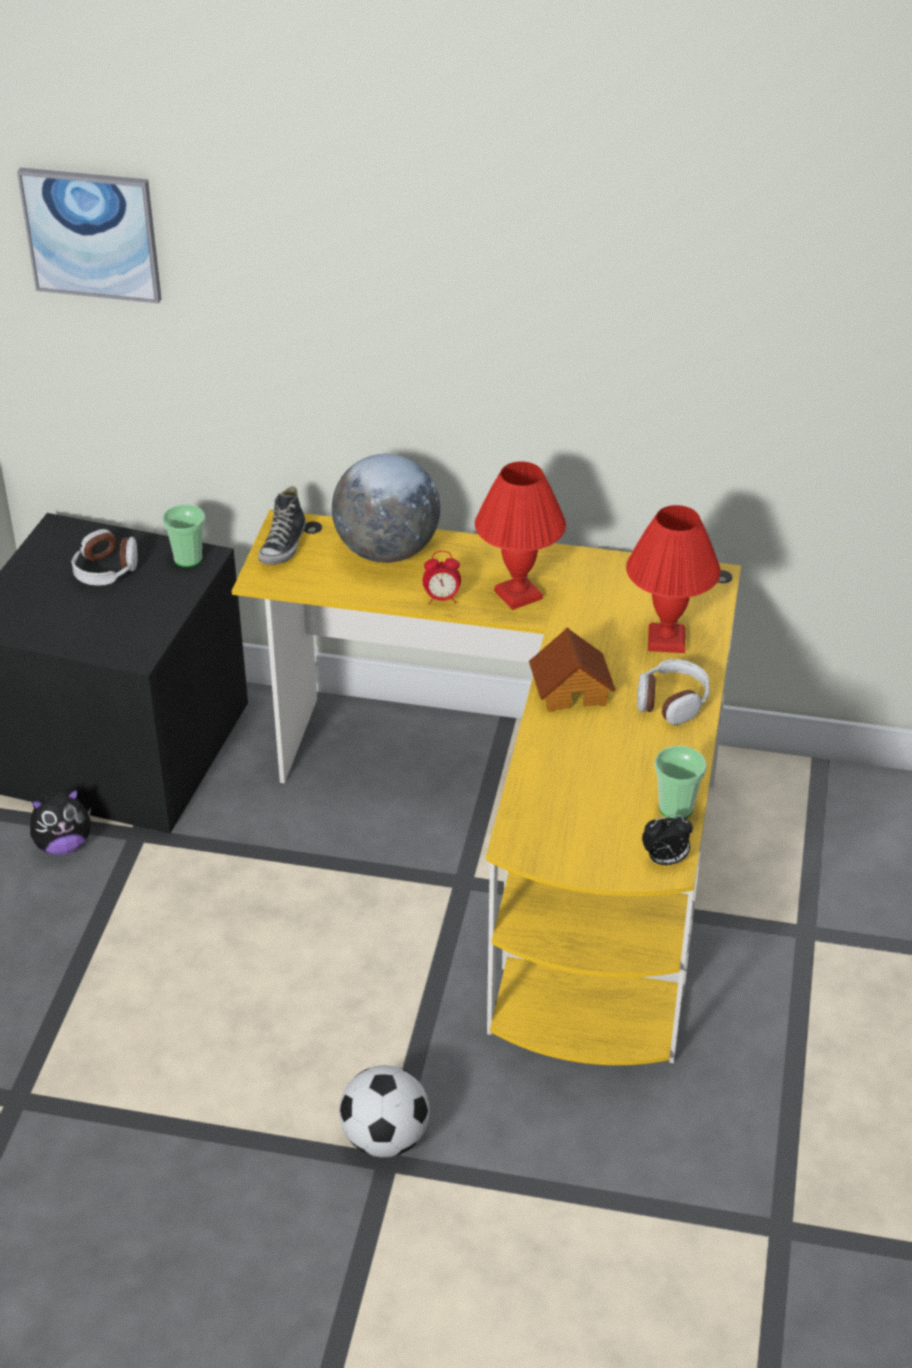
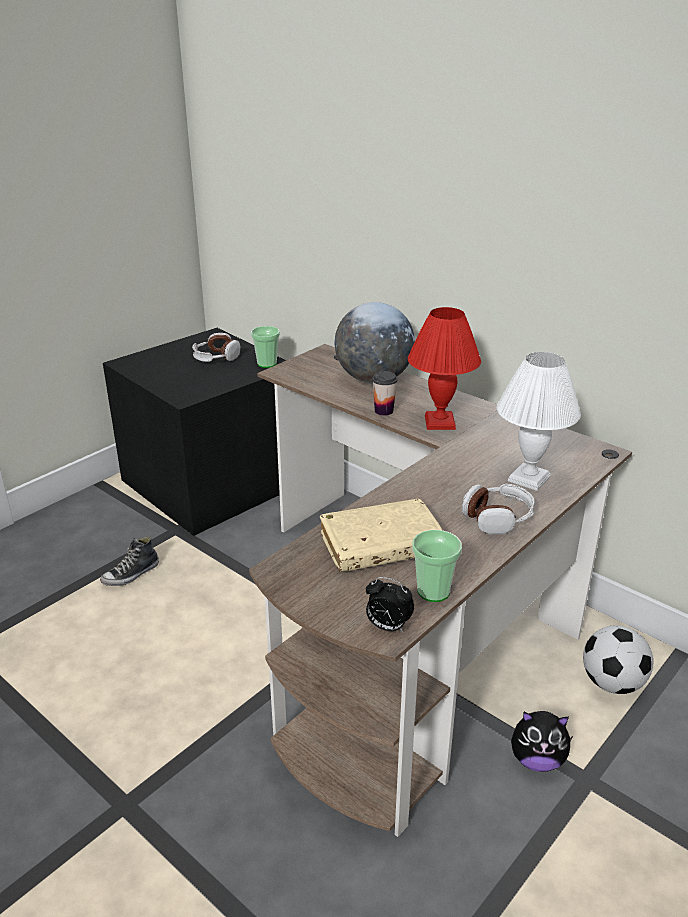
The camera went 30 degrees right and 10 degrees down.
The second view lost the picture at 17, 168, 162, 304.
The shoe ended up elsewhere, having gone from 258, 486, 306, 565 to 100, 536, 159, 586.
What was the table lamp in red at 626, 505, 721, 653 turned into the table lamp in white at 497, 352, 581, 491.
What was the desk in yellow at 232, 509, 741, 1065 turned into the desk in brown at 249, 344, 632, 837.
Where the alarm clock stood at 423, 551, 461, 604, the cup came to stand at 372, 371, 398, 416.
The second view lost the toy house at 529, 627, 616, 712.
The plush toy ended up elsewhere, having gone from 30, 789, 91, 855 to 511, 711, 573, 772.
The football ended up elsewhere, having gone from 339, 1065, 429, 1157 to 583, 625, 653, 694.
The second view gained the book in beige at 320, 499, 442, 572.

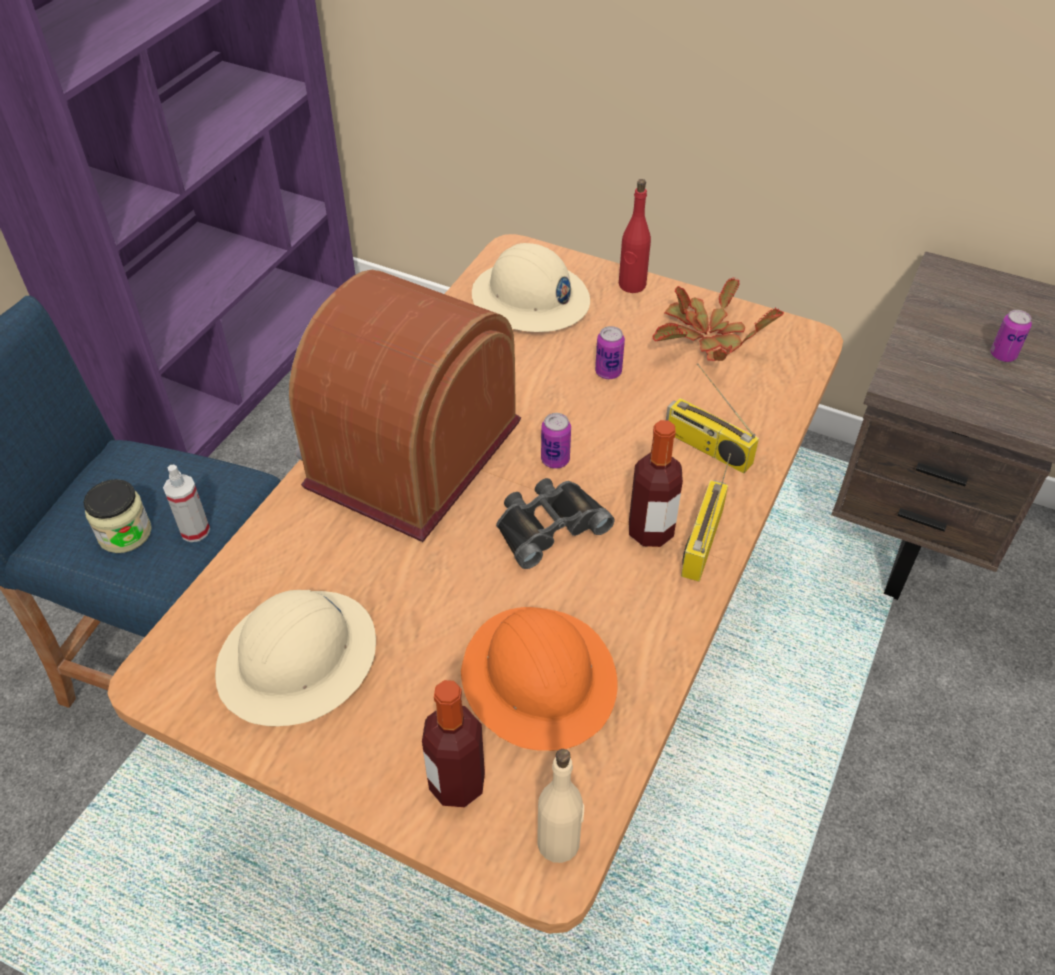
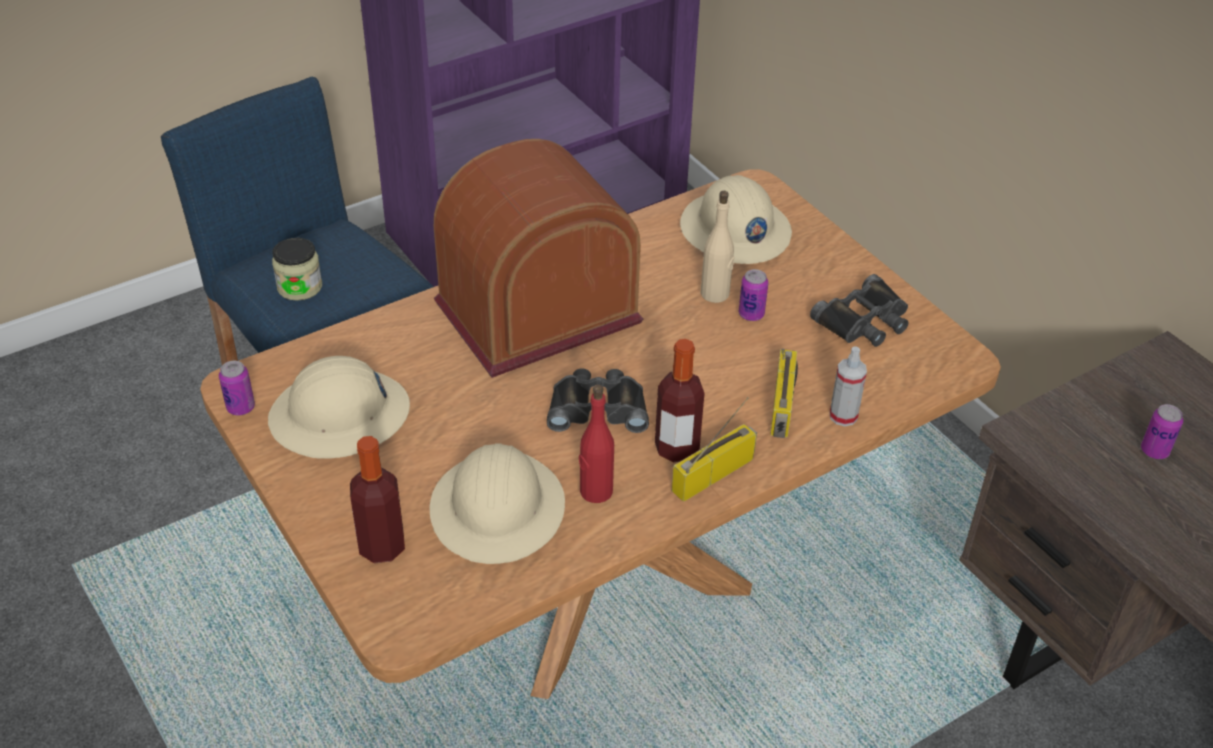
The camera went 30 degrees right and 5 degrees down.
The bottle in red ended up elsewhere, having gone from 619, 179, 651, 293 to 579, 384, 614, 503.
Where the potted plant stood at 653, 277, 784, 361, the binoculars in black came to stand at 810, 274, 908, 347.
The radio at 666, 363, 759, 474 ended up facing another way, 150 degrees counterclockwise from before.
The can ended up elsewhere, having gone from 541, 413, 571, 469 to 219, 361, 255, 415.
The spray bottle ended up elsewhere, having gone from 163, 465, 210, 542 to 830, 346, 867, 426.
What was the hard hat in orange at 461, 607, 618, 751 turned into the hard hat in beige at 429, 443, 565, 564.
The bottle in beige ended up elsewhere, having gone from 537, 749, 584, 863 to 701, 191, 734, 303.

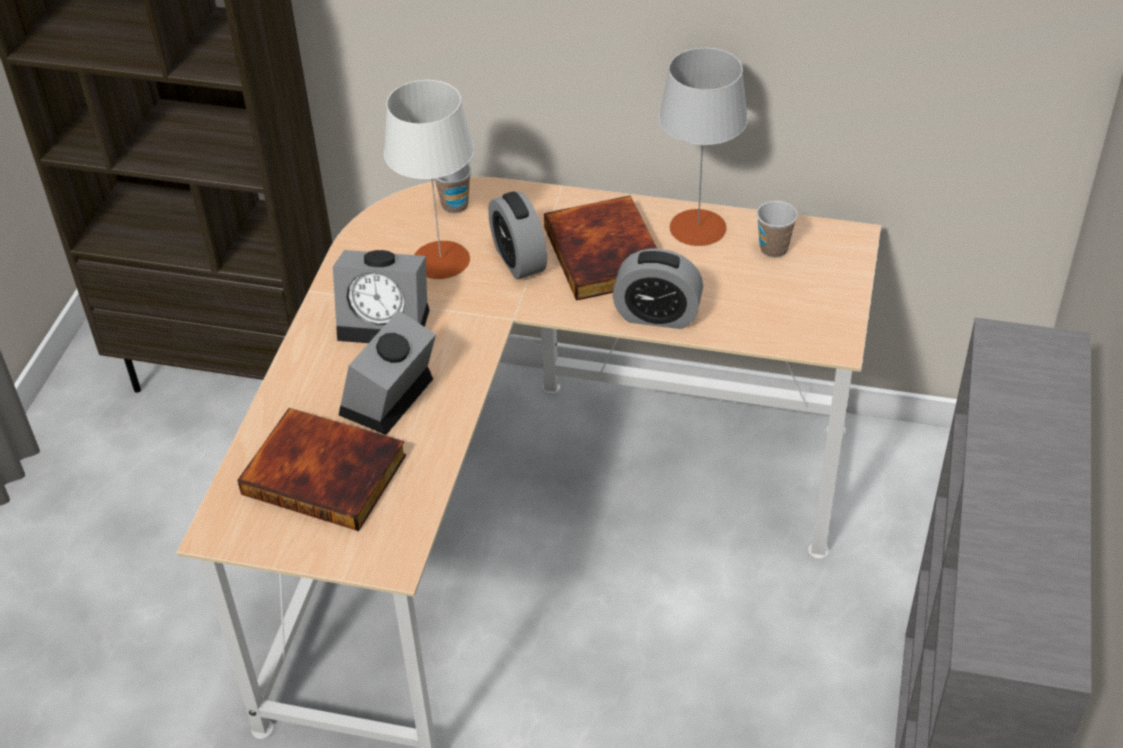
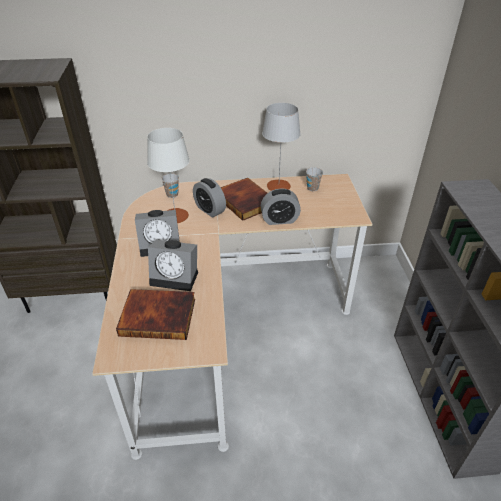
The camera went 20 degrees left and 5 degrees down.
The alarm clock at 339, 310, 436, 435 ended up facing another way, 90 degrees counterclockwise from before.

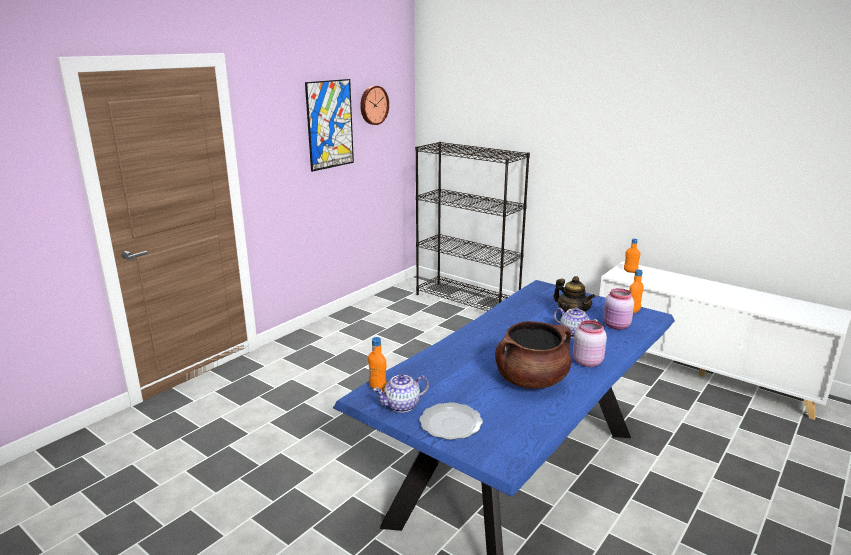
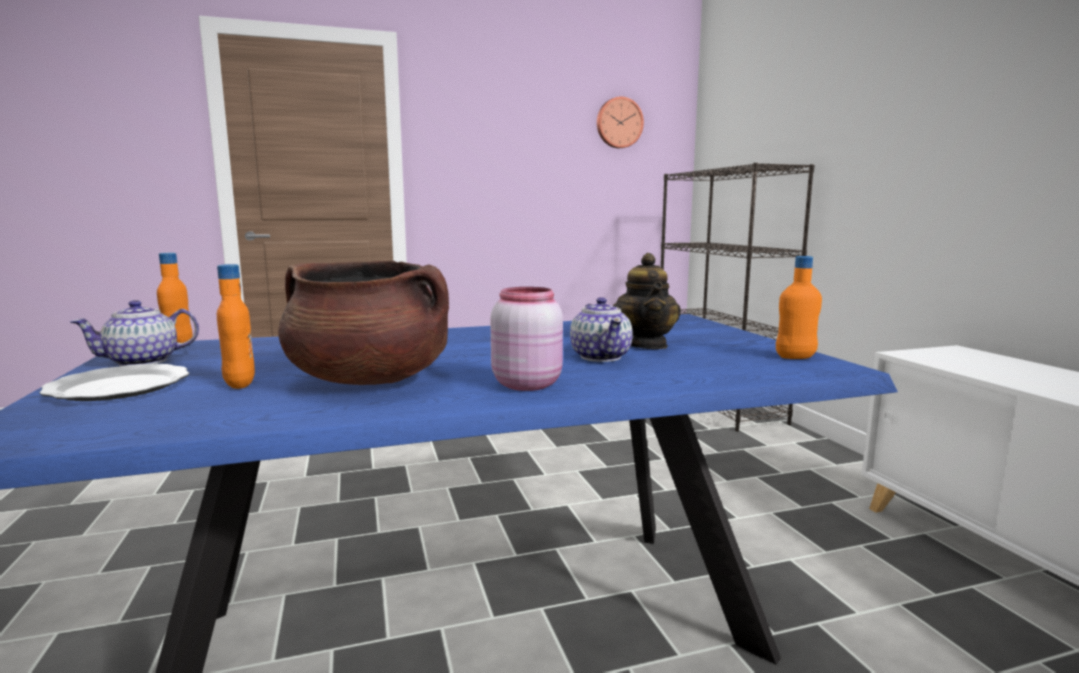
The camera went 35 degrees right and 10 degrees down.
The second view lost the picture at 305, 79, 354, 172.
The bottle in orange ended up elsewhere, having gone from 624, 239, 640, 273 to 217, 264, 255, 389.
The second view lost the jar in pink at 603, 288, 634, 330.
The teapot at 373, 374, 429, 413 ended up facing another way, 45 degrees counterclockwise from before.

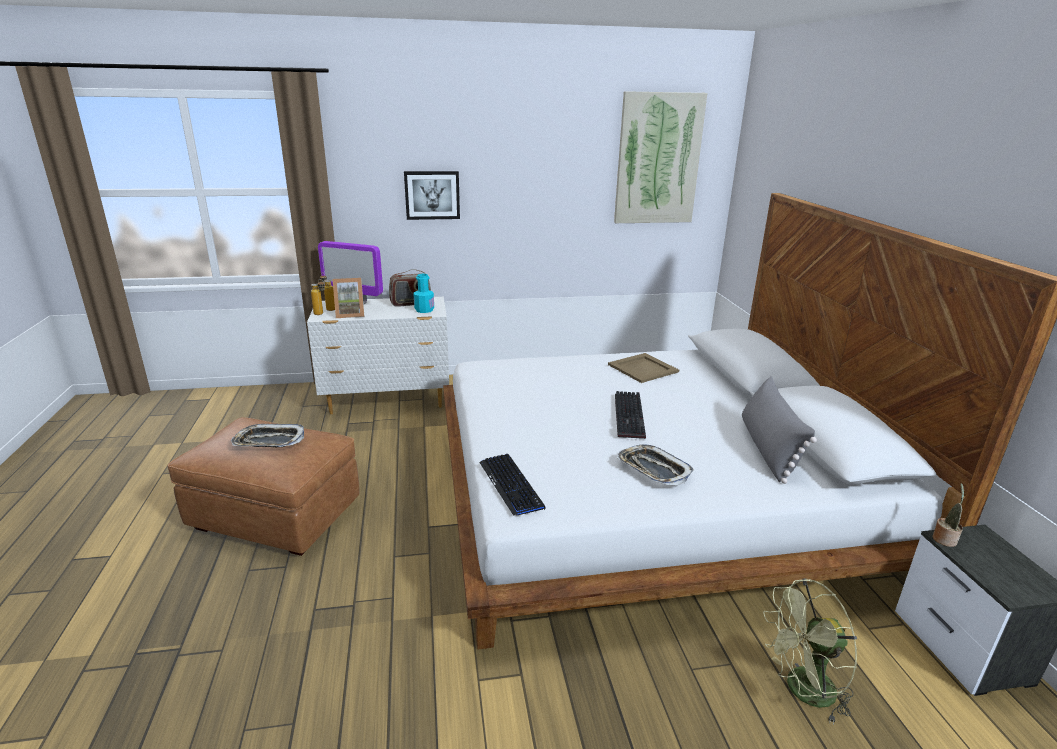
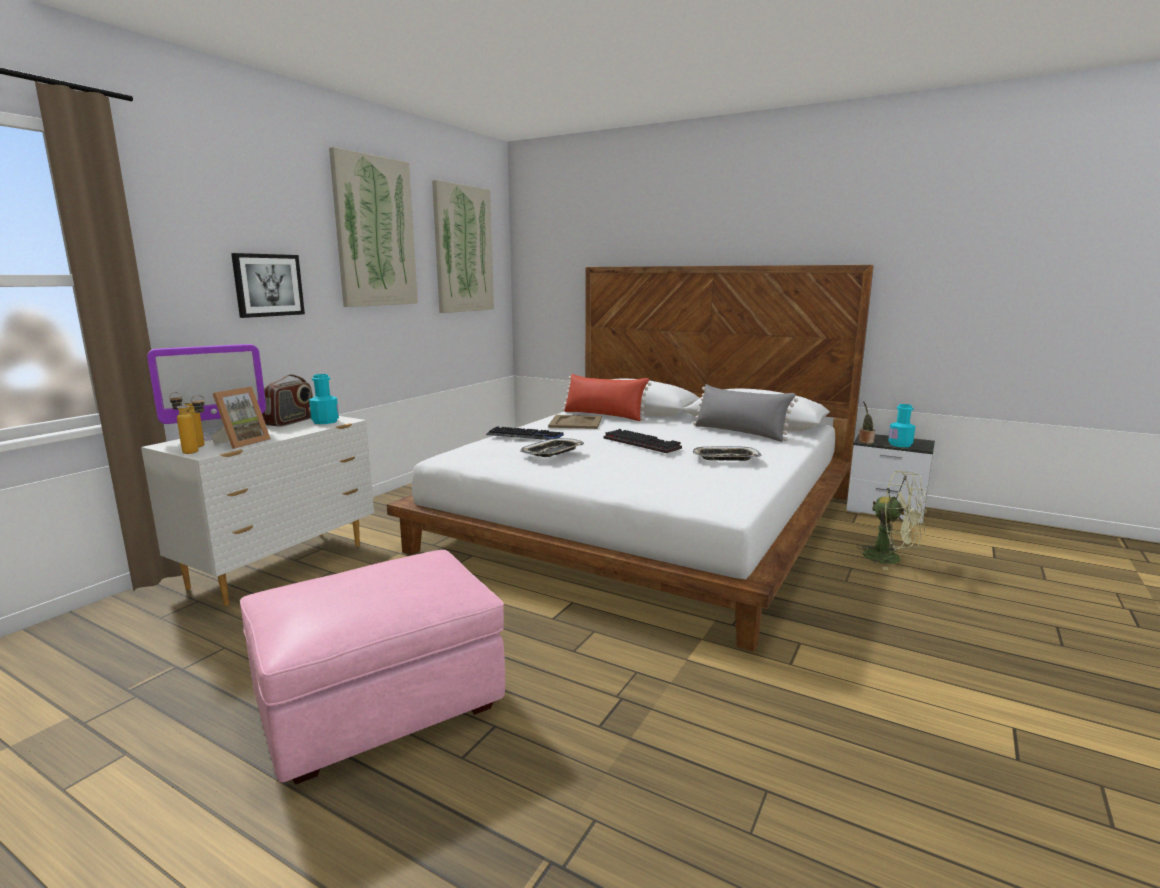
The camera went 50 degrees left and 10 degrees down.
What was the ottoman in brown at 168, 417, 359, 556 turned into the ottoman in pink at 240, 550, 505, 785.
The tray ended up elsewhere, having gone from 231, 424, 304, 447 to 520, 438, 584, 457.
The keyboard ended up elsewhere, having gone from 479, 454, 546, 516 to 486, 426, 564, 440.
The fan in green at 763, 579, 857, 725 ended up facing another way, 75 degrees counterclockwise from before.
The second view gained the picture at 329, 147, 418, 307.
The second view gained the pillow in red at 562, 374, 651, 421.
The second view gained the bottle in turquoise at 888, 404, 915, 447.

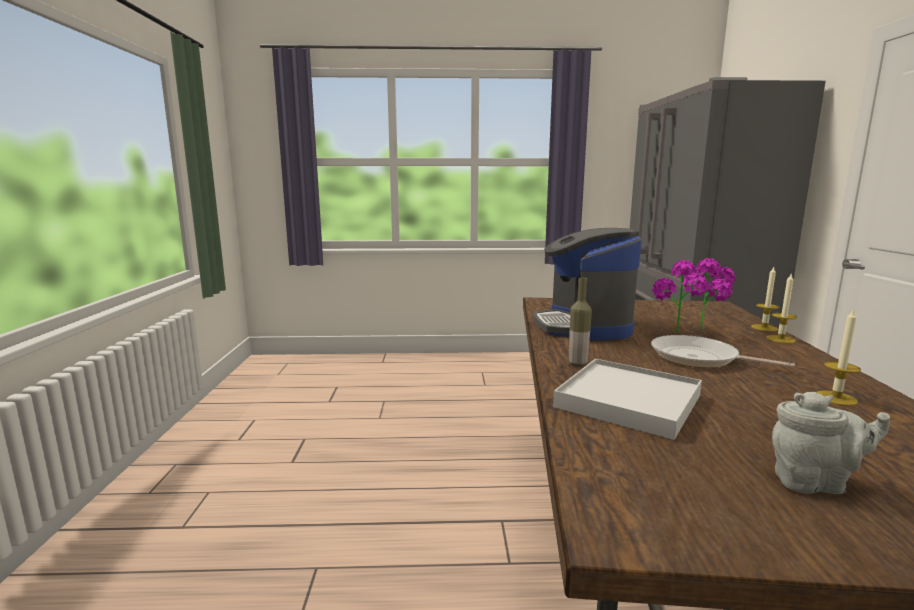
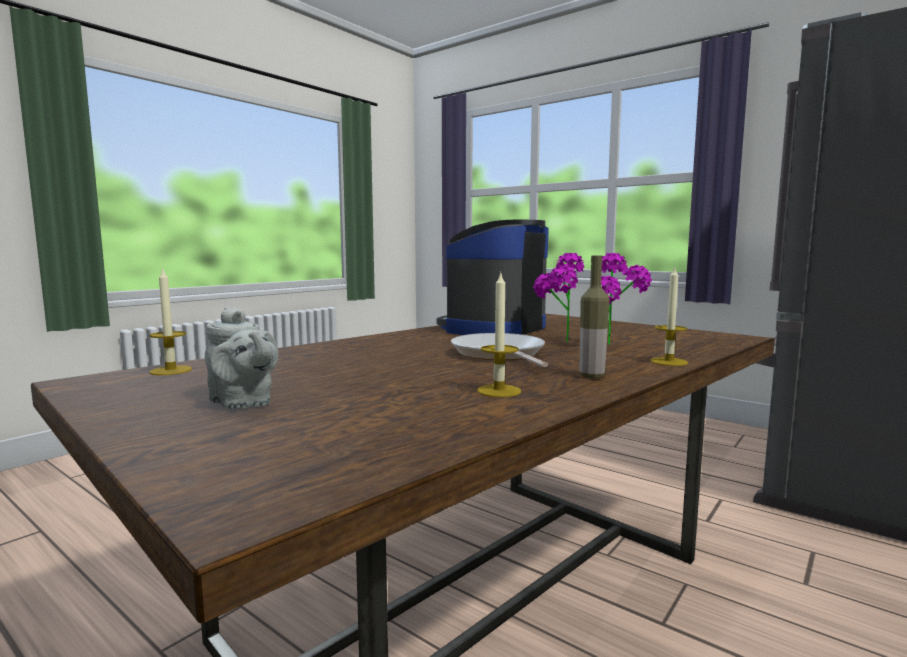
The camera went 40 degrees right and 5 degrees down.
The candle ended up elsewhere, having gone from 751, 267, 780, 332 to 150, 267, 192, 375.
The bottle ended up elsewhere, having gone from 569, 278, 592, 367 to 580, 256, 610, 378.
The second view lost the tray in white at 553, 359, 702, 440.

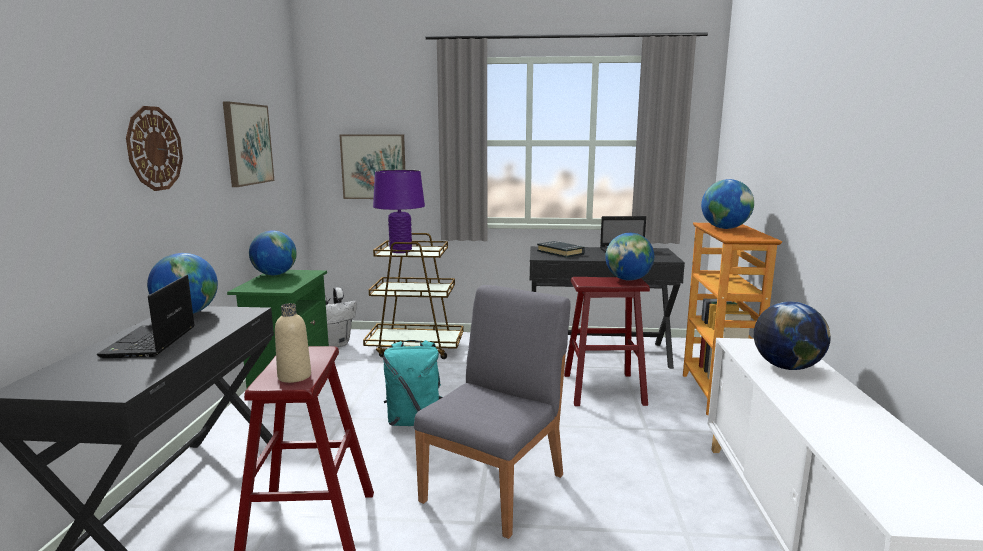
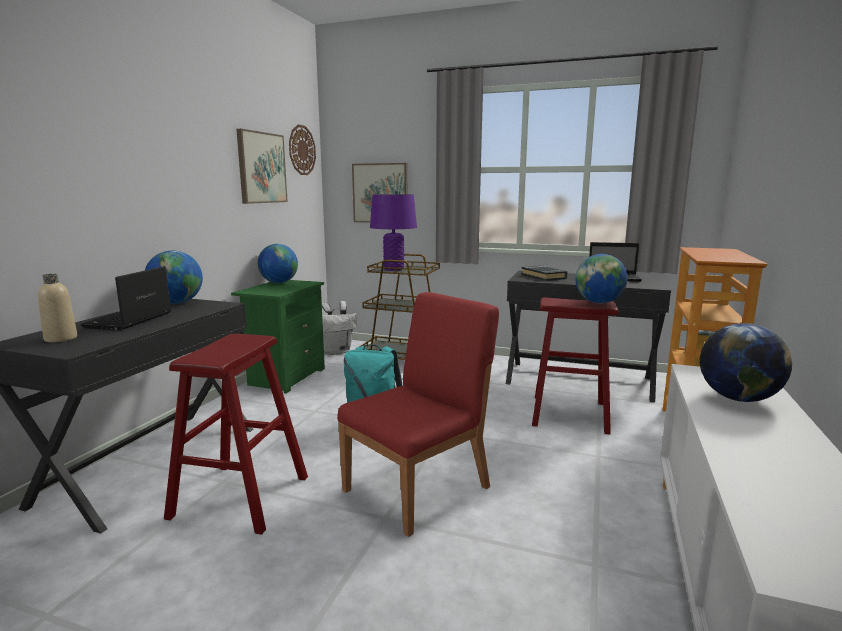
The camera went 15 degrees right and 0 degrees up.
The wall clock ended up elsewhere, having gone from 126, 106, 183, 191 to 289, 125, 316, 175.
The second view lost the globe at 701, 179, 754, 229.
What was the chair in grey at 414, 285, 571, 539 turned into the chair in red at 337, 292, 499, 537.
The bottle in beige ended up elsewhere, having gone from 275, 303, 311, 383 to 38, 274, 77, 342.

